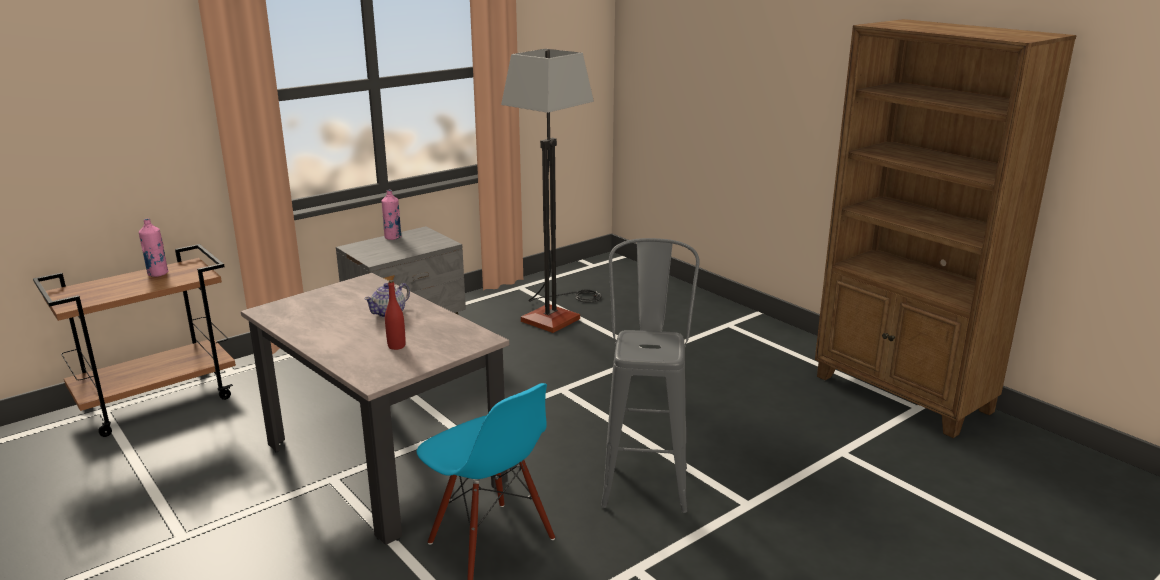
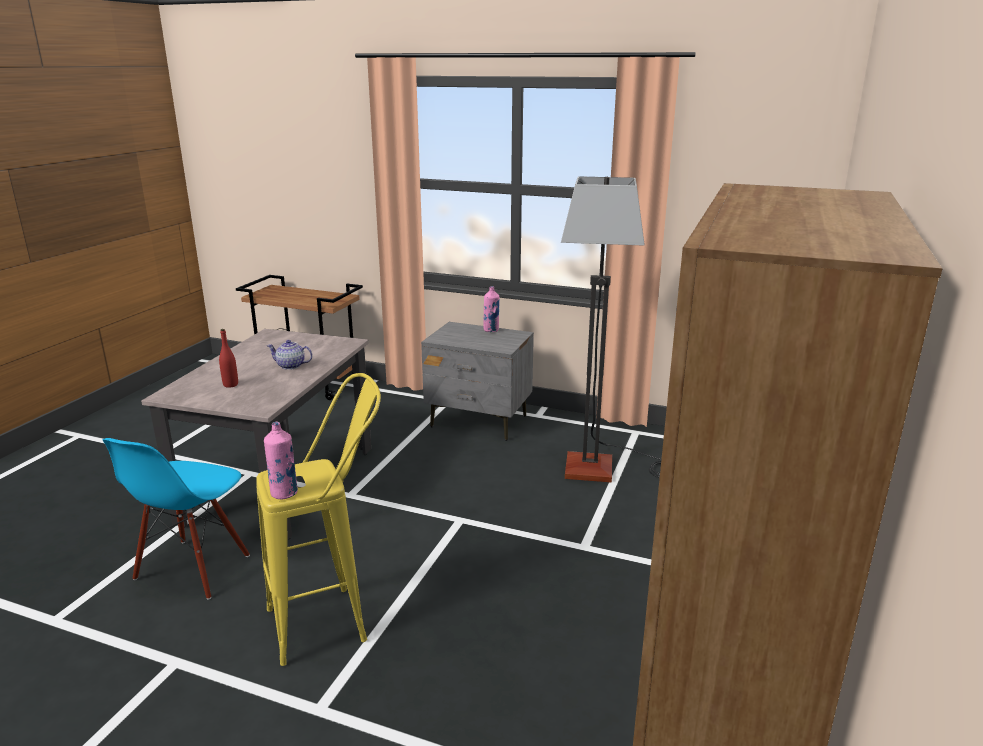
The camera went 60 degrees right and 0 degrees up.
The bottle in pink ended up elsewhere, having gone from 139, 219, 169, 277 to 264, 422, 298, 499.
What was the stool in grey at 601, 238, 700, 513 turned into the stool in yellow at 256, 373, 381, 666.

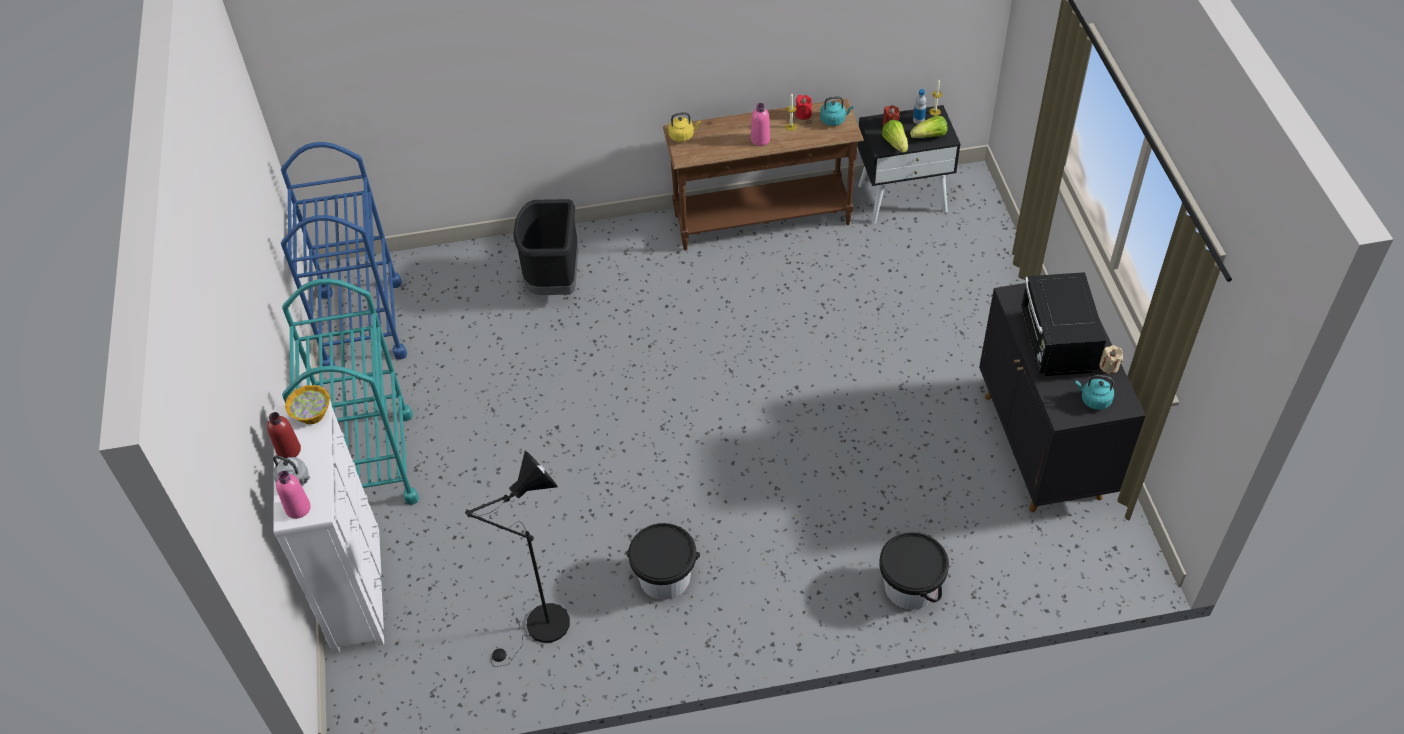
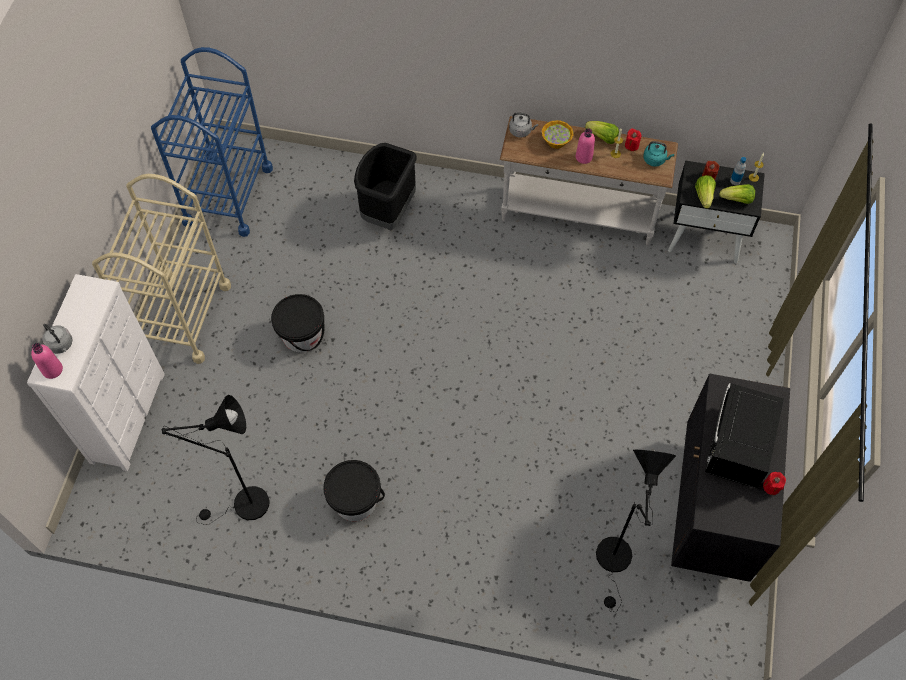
The camera went 20 degrees right and 10 degrees up.
What was the console table in brown at 663, 98, 864, 251 turned into the console table in white at 500, 116, 678, 245.
What was the kettle in yellow at 668, 112, 701, 142 turned into the kettle in grey at 509, 113, 538, 137.
What was the cart in turquoise at 282, 279, 419, 505 turned into the cart in beige at 92, 174, 231, 364.
What was the candle in beige at 1100, 345, 1123, 374 turned into the candle in red at 763, 472, 786, 495.
The second view lost the kettle in turquoise at 1075, 375, 1114, 410.
The bowl ended up elsewhere, having gone from 285, 385, 330, 424 to 542, 120, 574, 149.
The second view lost the bottle in red at 267, 412, 301, 458.
The bucket in black ended up elsewhere, having gone from 879, 532, 949, 610 to 271, 294, 325, 352.
The second view gained the lettuce at 585, 121, 619, 144.
The second view gained the floor lamp in black at 596, 450, 676, 612.

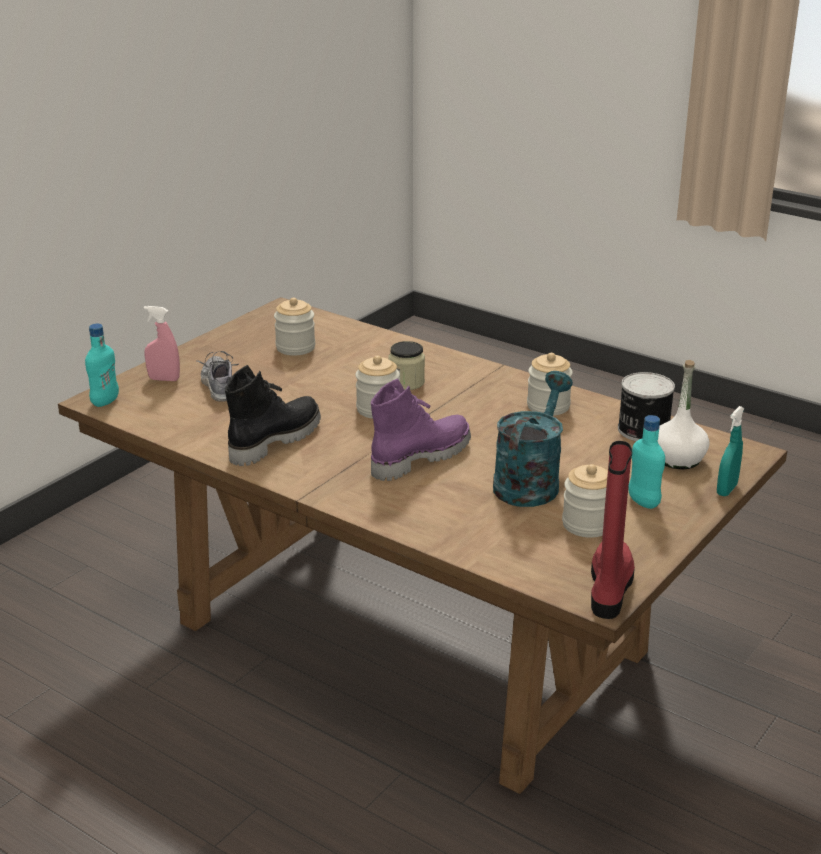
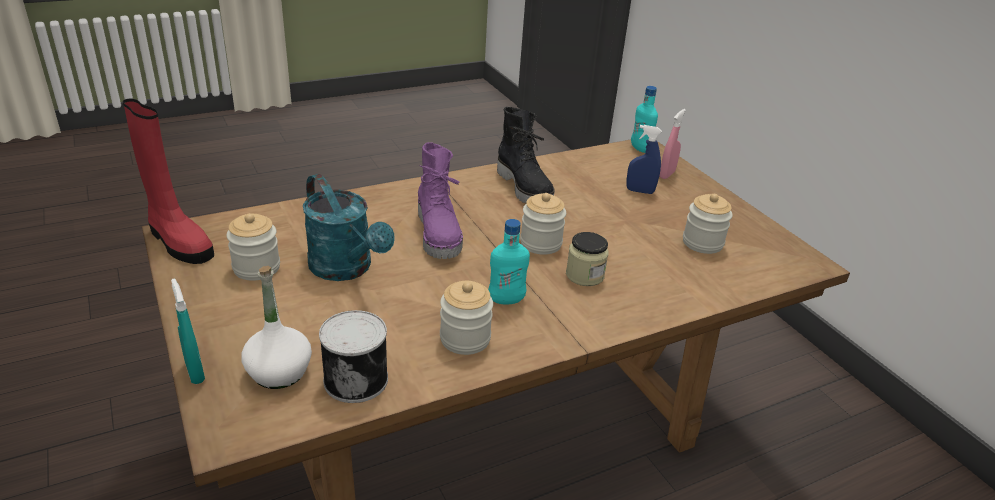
The camera went 115 degrees right and 5 degrees up.
Where the shoe stood at 197, 351, 239, 402, the spray bottle in blue came to stand at 626, 125, 662, 194.
The bottle in turquoise ended up elsewhere, having gone from 628, 415, 665, 509 to 488, 219, 530, 304.

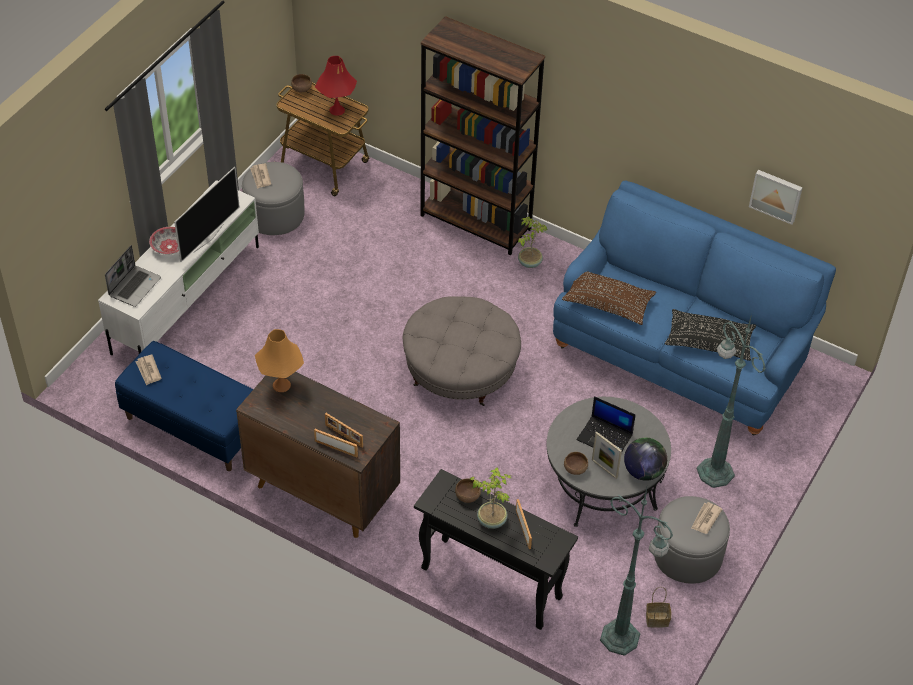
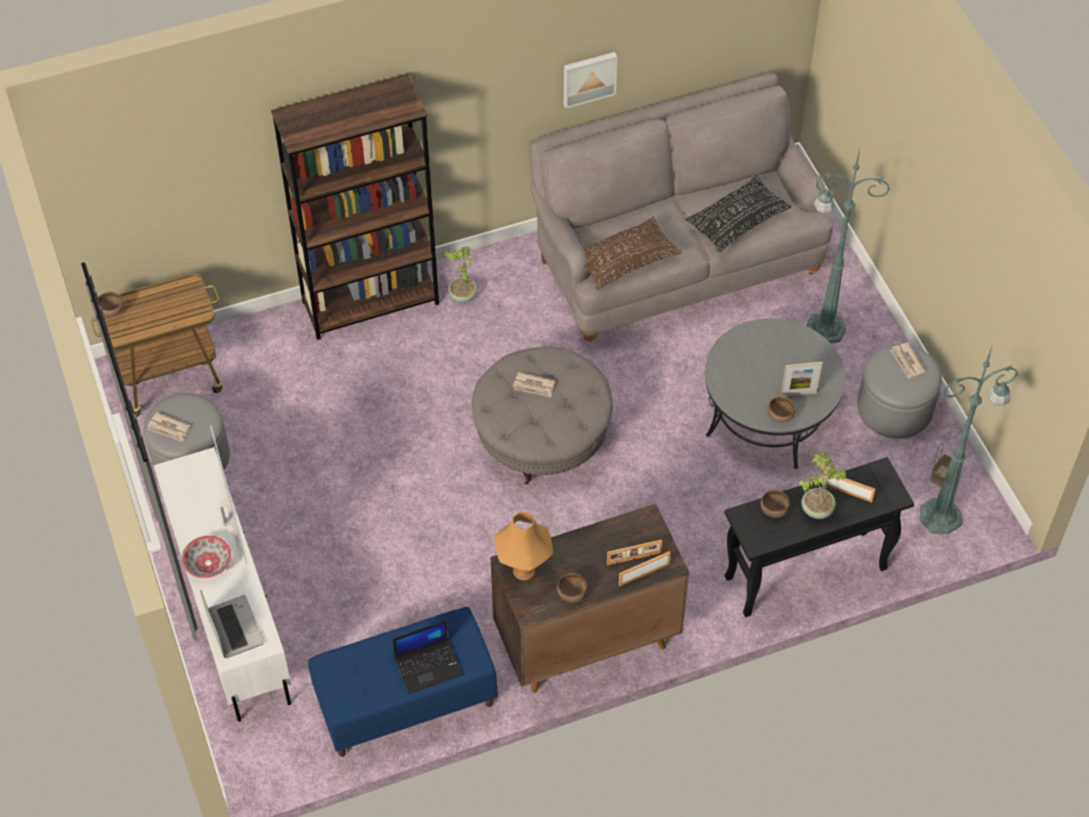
The camera went 50 degrees left and 5 degrees up.
The second view lost the table lamp in red at 315, 56, 357, 116.
The picture ended up elsewhere, having gone from 749, 170, 803, 225 to 564, 52, 617, 108.
What was the sofa in blue at 553, 180, 836, 435 turned into the sofa in grey at 529, 73, 833, 341.
The newspaper ended up elsewhere, having gone from 136, 355, 162, 386 to 513, 372, 555, 397.
The laptop ended up elsewhere, having gone from 576, 396, 636, 451 to 393, 620, 463, 694.
The second view lost the globe at 624, 438, 667, 481.
The second view gained the bowl in brown at 557, 573, 588, 603.

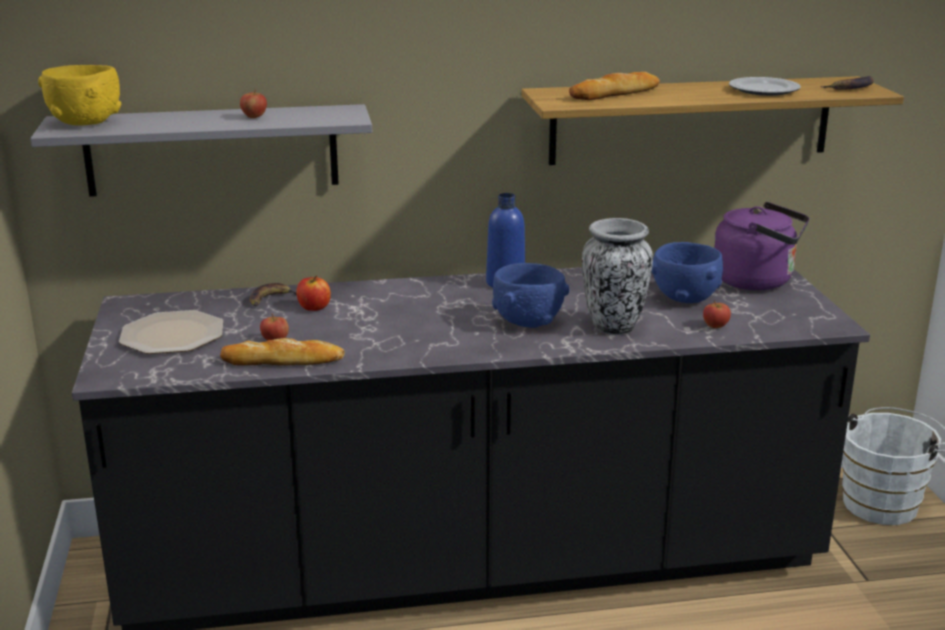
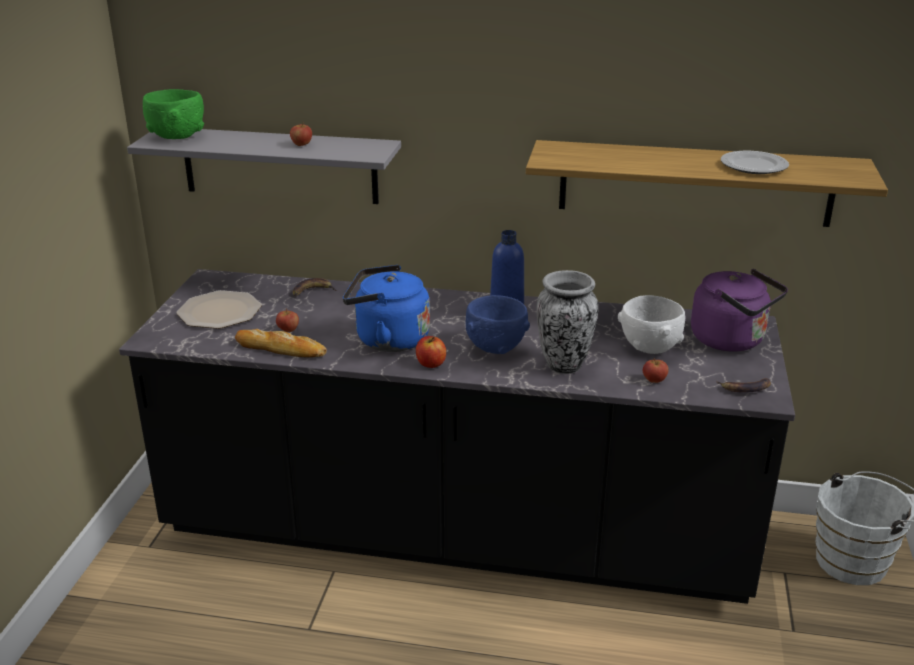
The camera went 20 degrees right and 5 degrees up.
What was the bowl in yellow at 38, 65, 121, 126 turned into the bowl in green at 143, 89, 204, 139.
The second view lost the bread at 569, 72, 660, 100.
The banana ended up elsewhere, having gone from 821, 76, 874, 90 to 716, 378, 771, 393.
What was the bowl in blue at 652, 242, 723, 303 turned into the bowl in white at 618, 295, 685, 354.
The apple ended up elsewhere, having gone from 297, 276, 331, 311 to 416, 336, 446, 368.
The second view gained the kettle in blue at 343, 265, 430, 352.

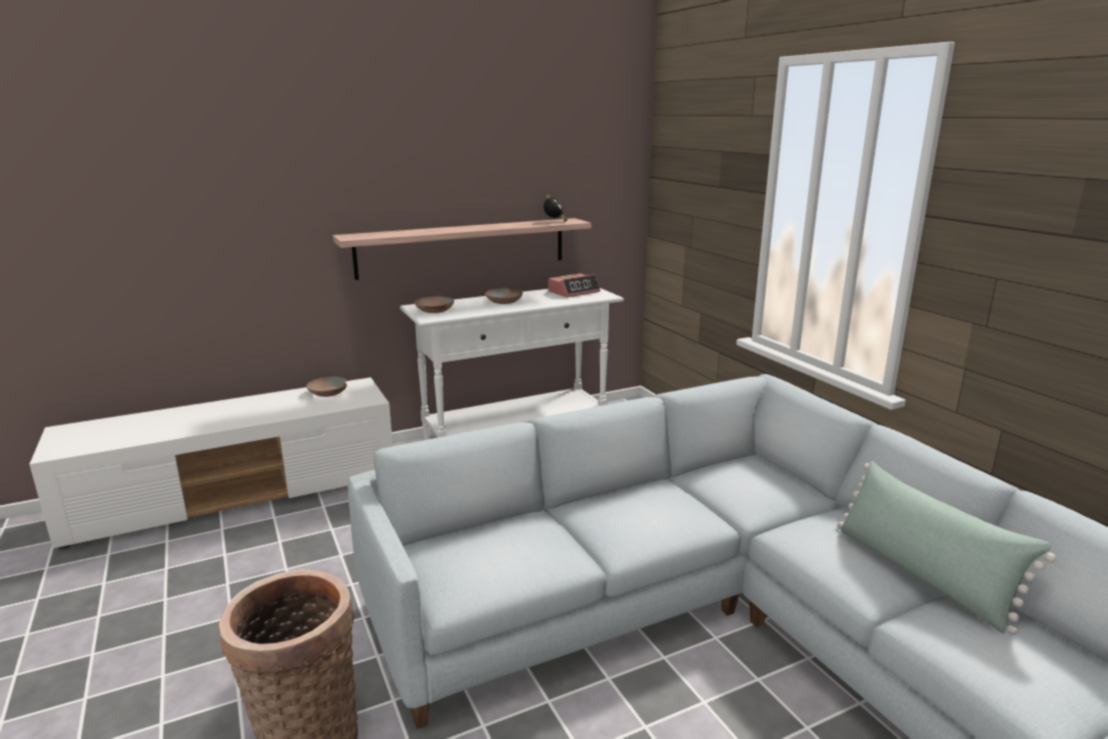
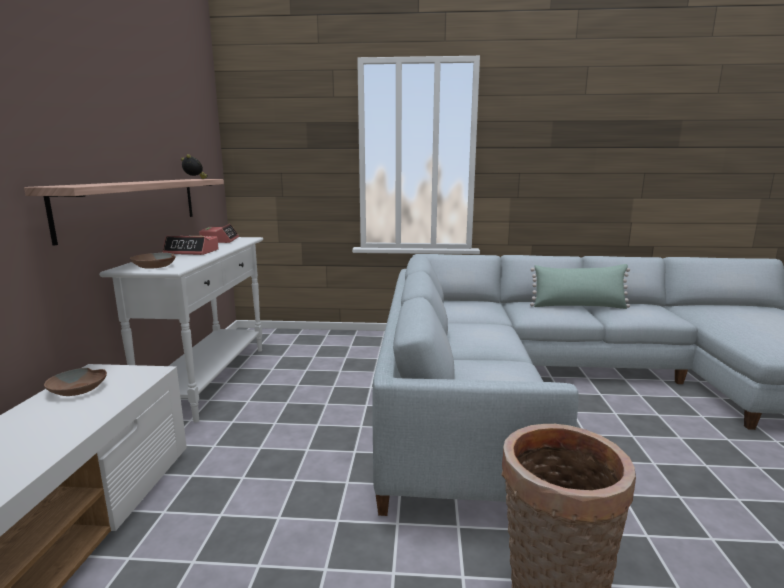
The camera went 60 degrees left and 5 degrees down.
Where the bowl in brown stood at 485, 289, 523, 304, the alarm clock came to stand at 162, 236, 219, 255.

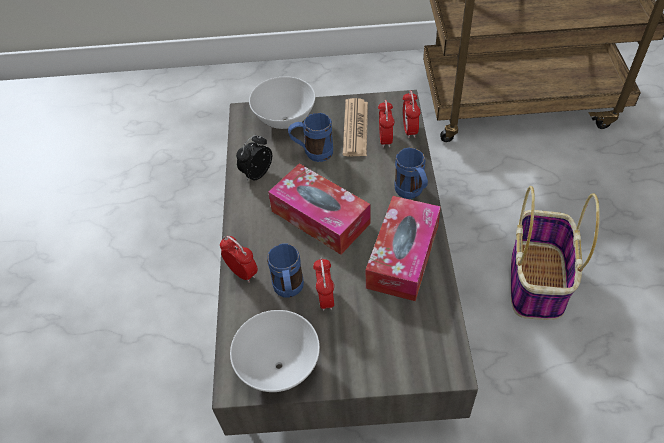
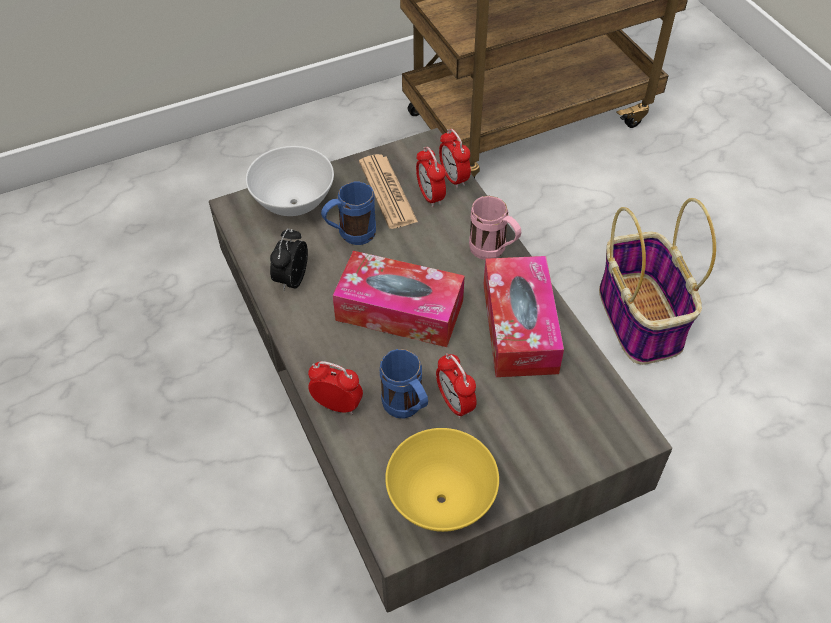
The camera went 25 degrees left and 0 degrees up.
What was the mug in blue at 394, 148, 428, 199 turned into the mug in pink at 469, 196, 522, 260.
What was the bowl in white at 230, 310, 320, 392 turned into the bowl in yellow at 385, 428, 499, 532.

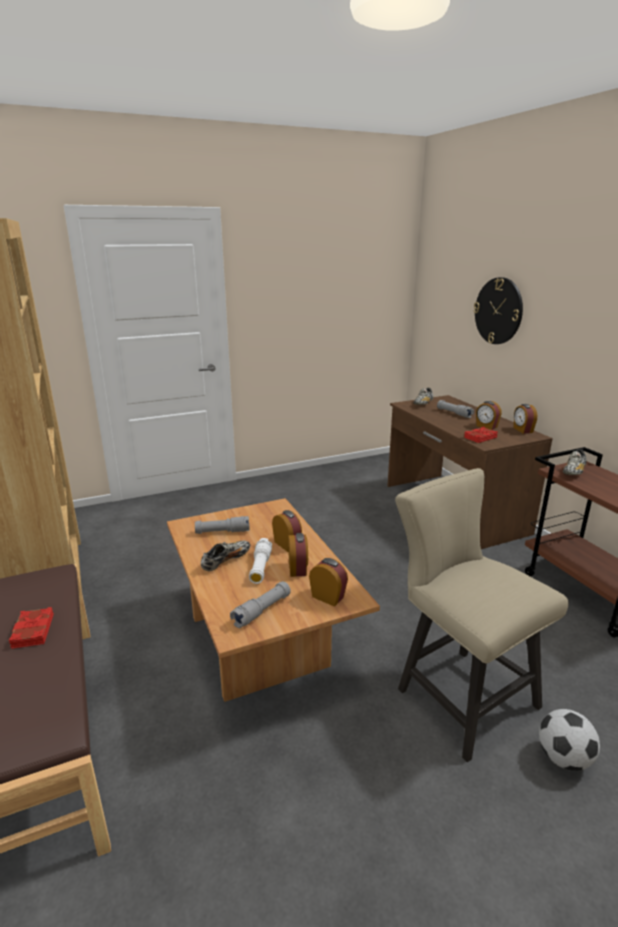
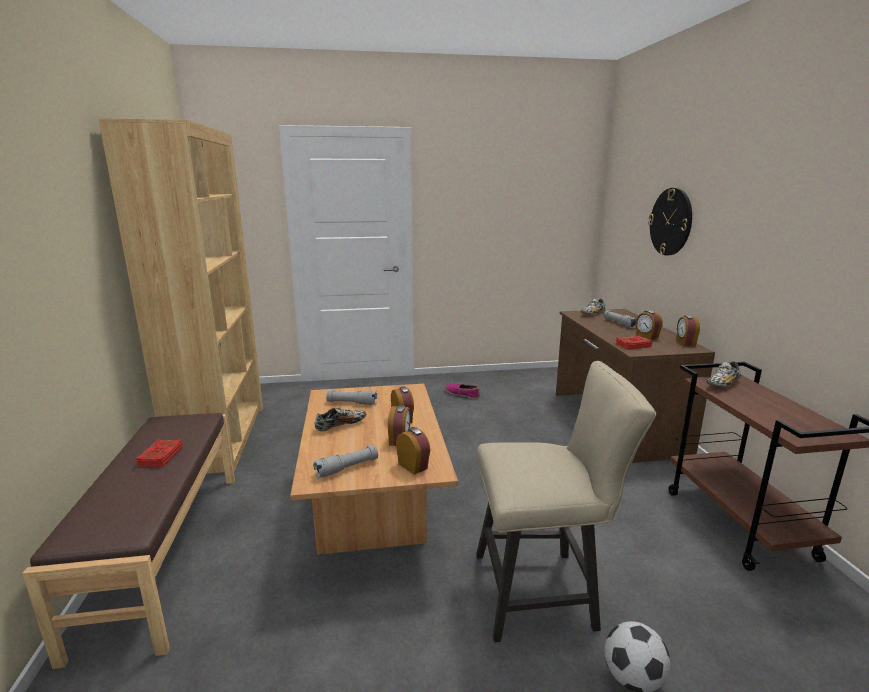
The camera went 15 degrees right and 5 degrees down.
The chair in beige at 395, 468, 569, 762 ended up facing another way, 105 degrees clockwise from before.
The second view lost the flashlight in white at 249, 538, 272, 584.
The second view gained the shoe at 445, 384, 480, 399.

